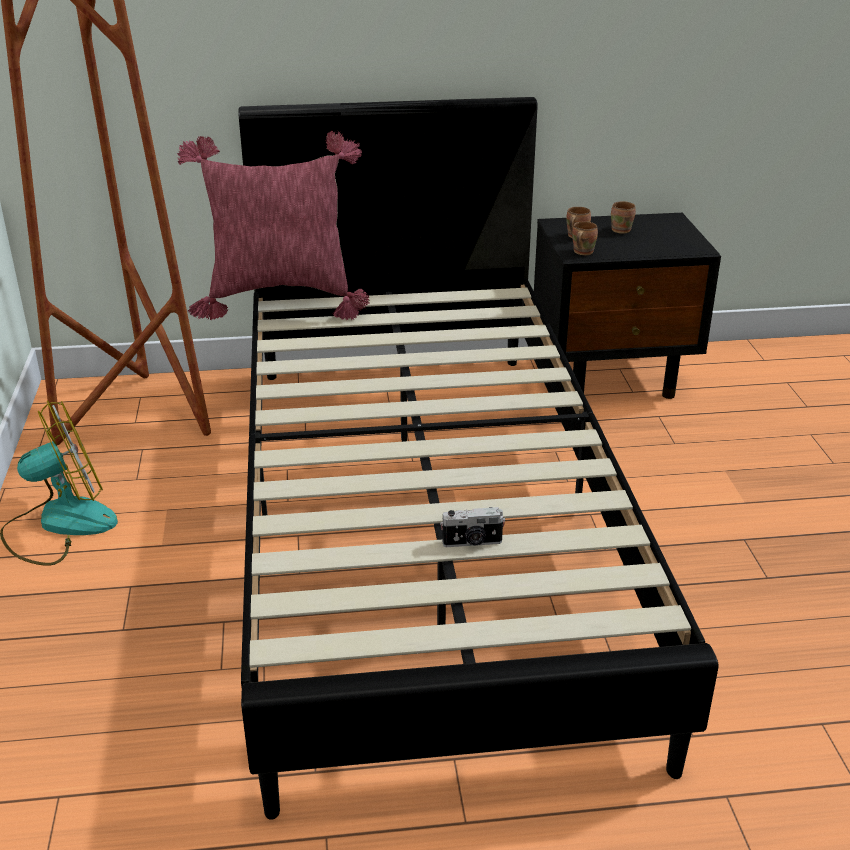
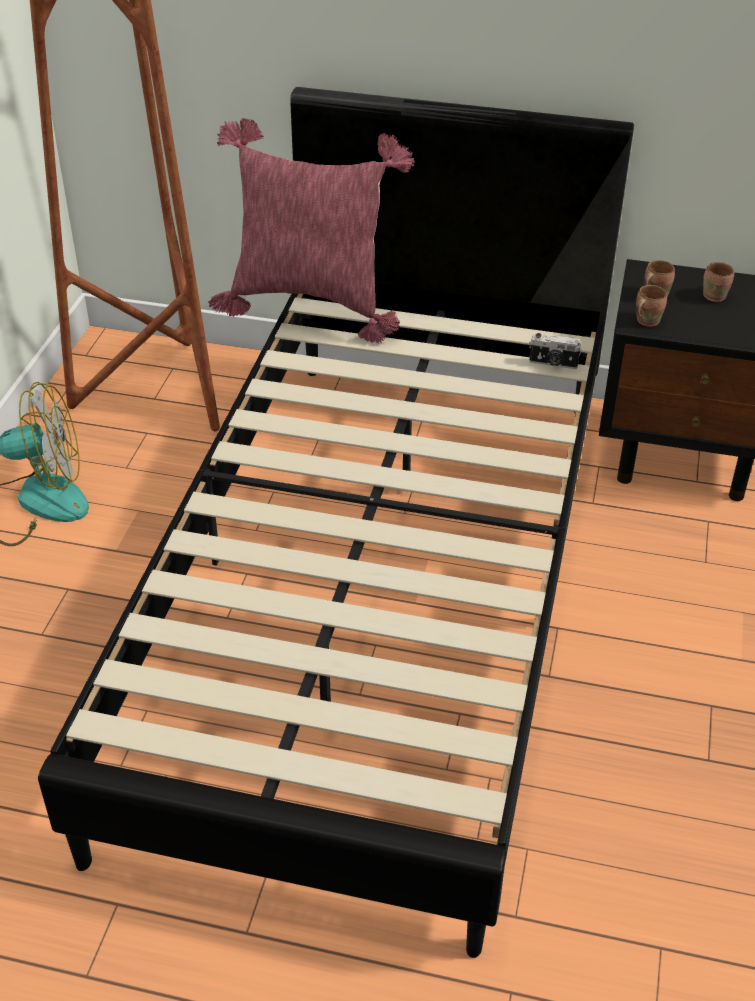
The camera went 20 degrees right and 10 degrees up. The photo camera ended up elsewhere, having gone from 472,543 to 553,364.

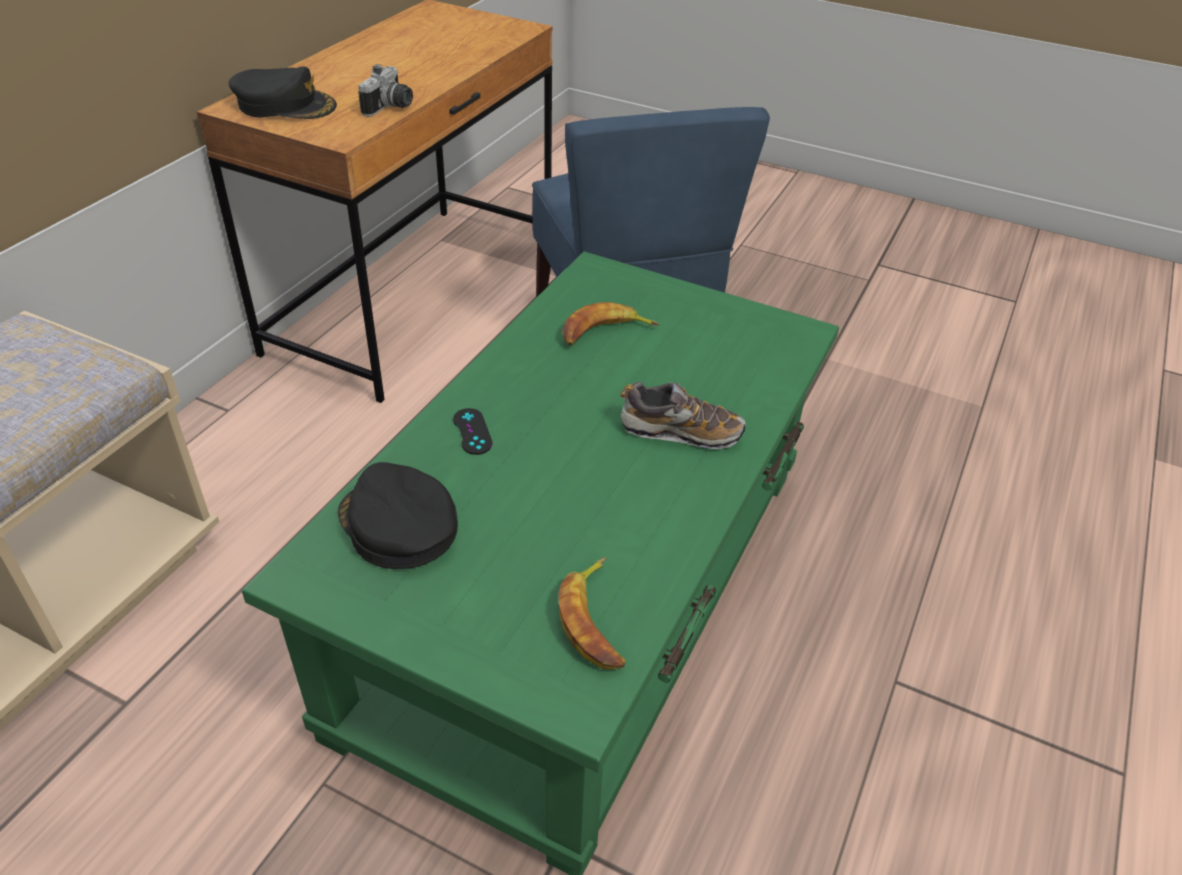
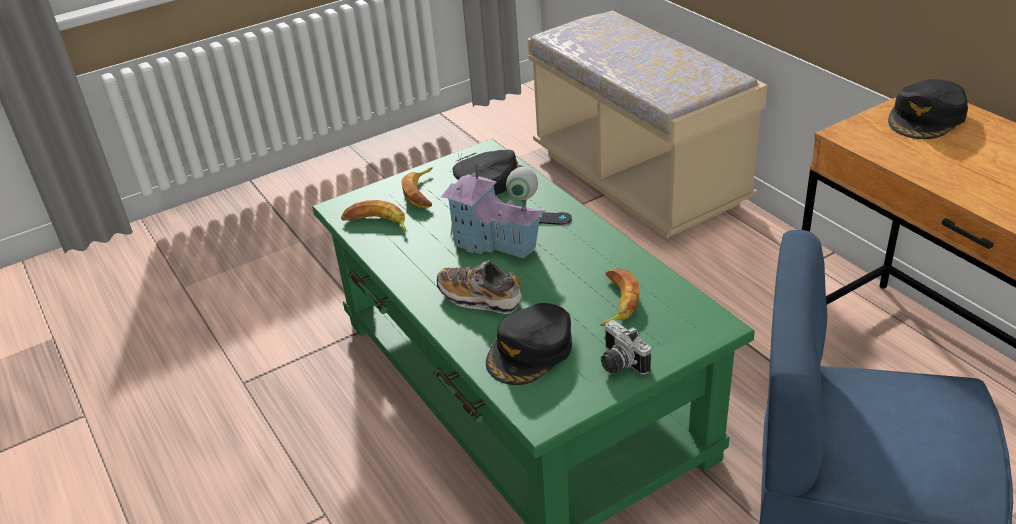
The camera went 125 degrees right and 5 degrees down. The second view gained the banana at 422,192. The item of footwear at 680,432 ended up facing another way, 75 degrees clockwise from before. The second view gained the miniature house at 494,243. The second view gained the blackish cap at 530,351. The photo camera ended up elsewhere, having gone from 391,108 to 618,363.

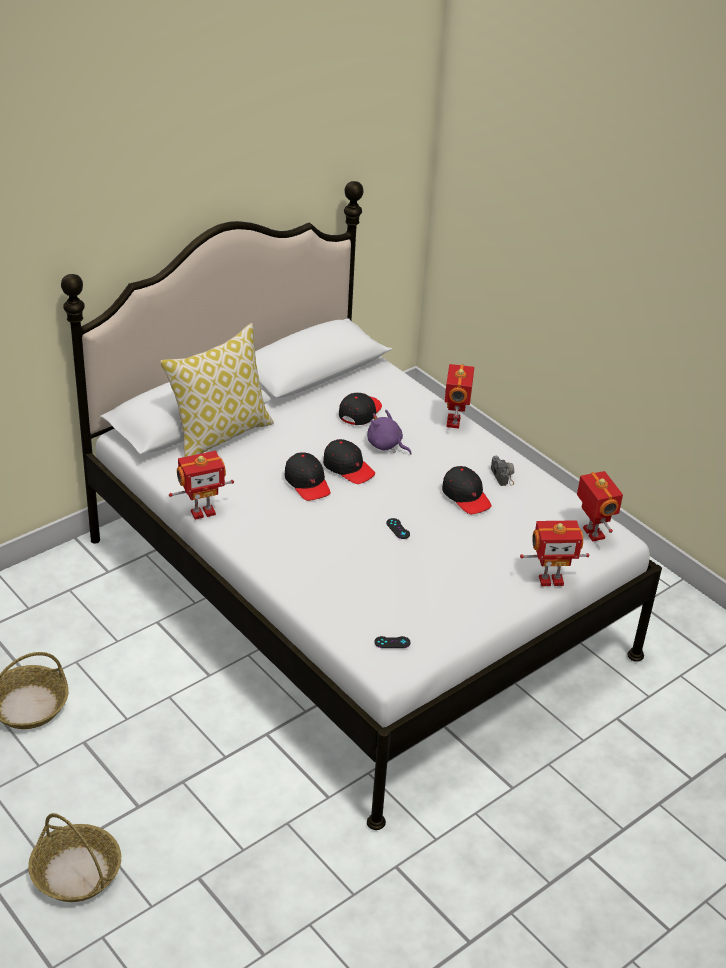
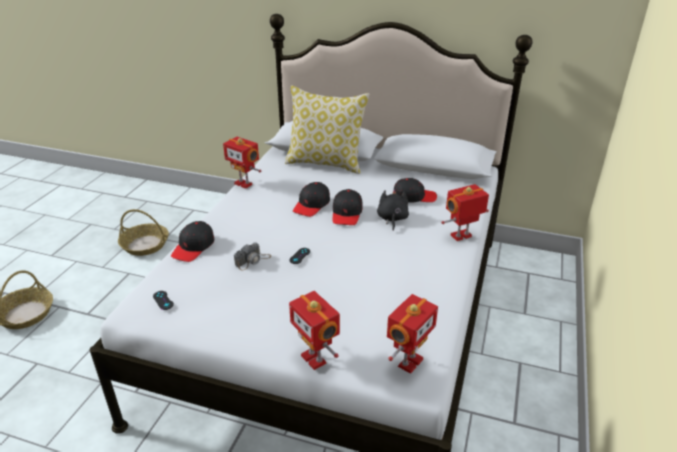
The camera went 60 degrees right and 5 degrees down. The blackish cap ended up elsewhere, having gone from 466,496 to 193,247. The photo camera ended up elsewhere, having gone from 502,473 to 253,260. What was the purple-coloured cuddly toy at 386,445 turned into the blackish cuddly toy at 392,219.

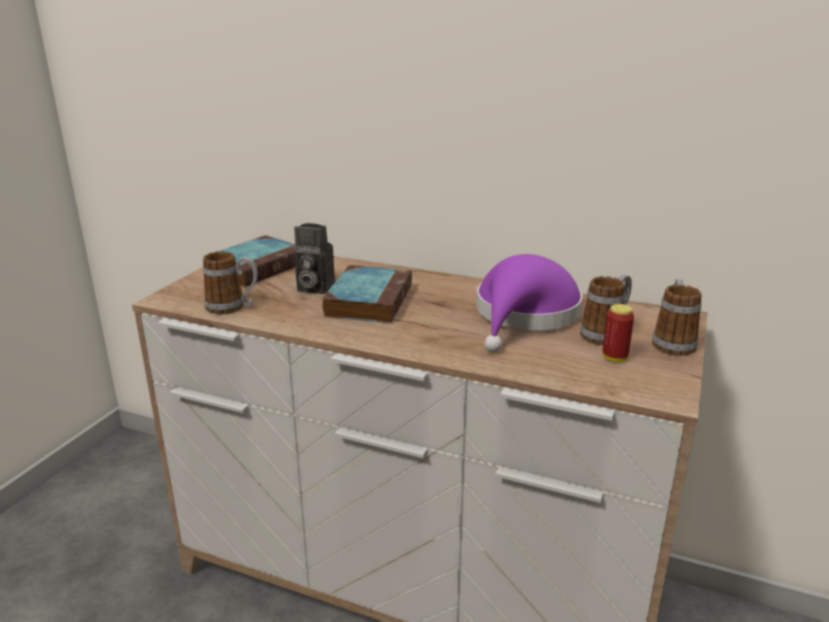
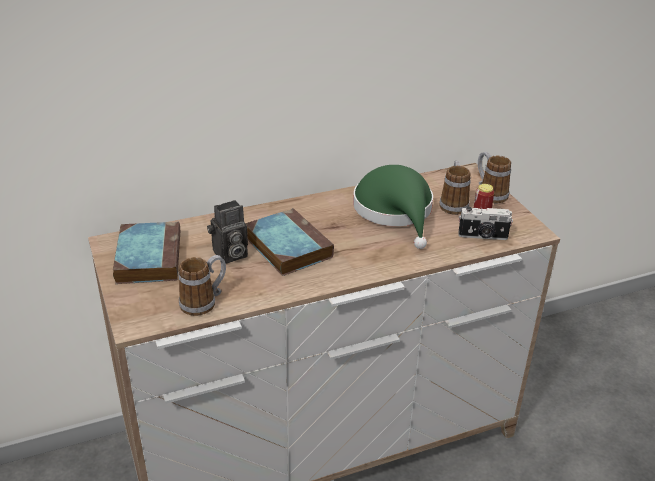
The camera went 45 degrees left and 10 degrees up. What was the purple-coloured clothing hat at 524,316 turned into the greenish clothing hat at 395,211. The second view gained the photo camera at 483,236.

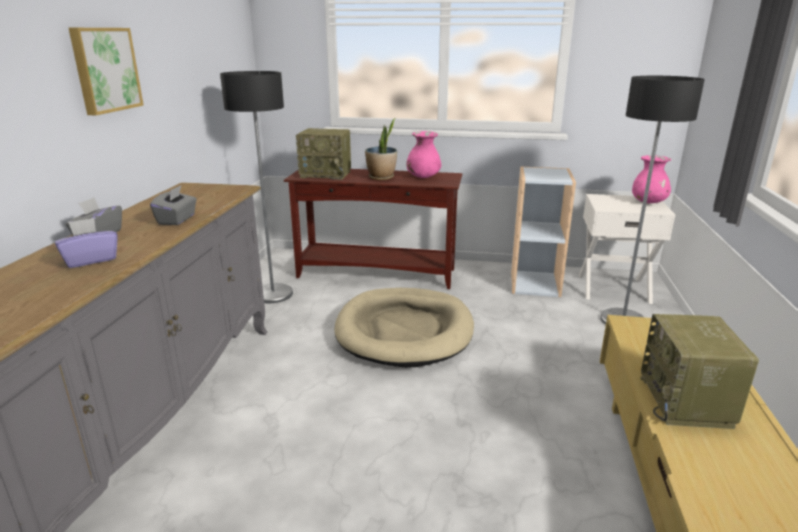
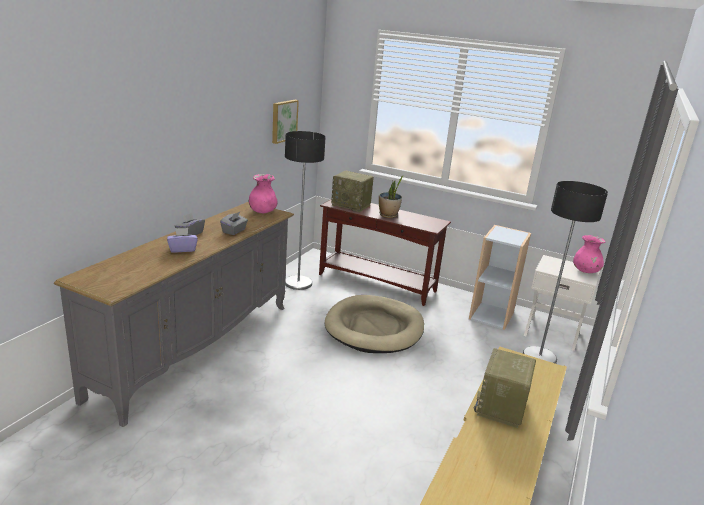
The camera went 15 degrees right and 0 degrees up. The pink decorative vase ended up elsewhere, having gone from 423,177 to 262,212. The wall art ended up elsewhere, having gone from 105,70 to 283,120.

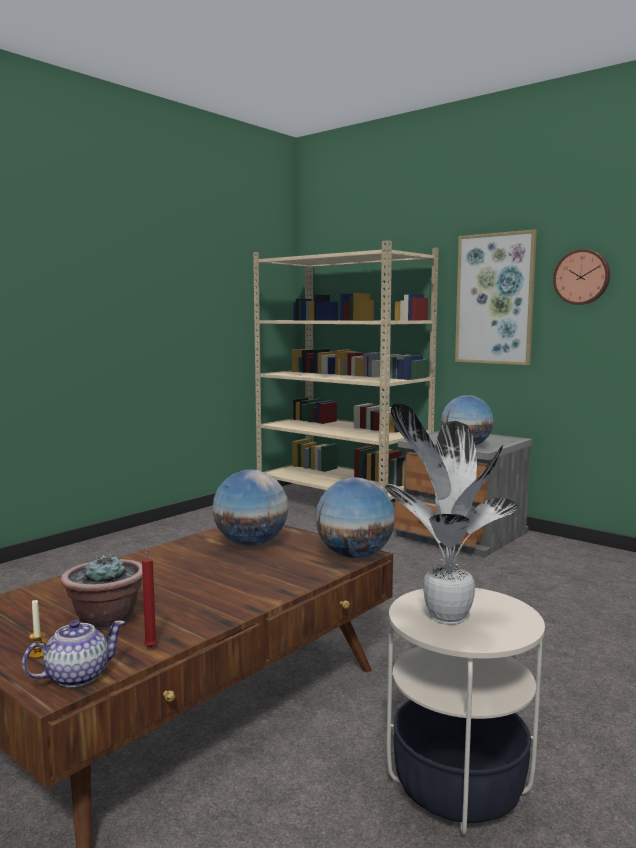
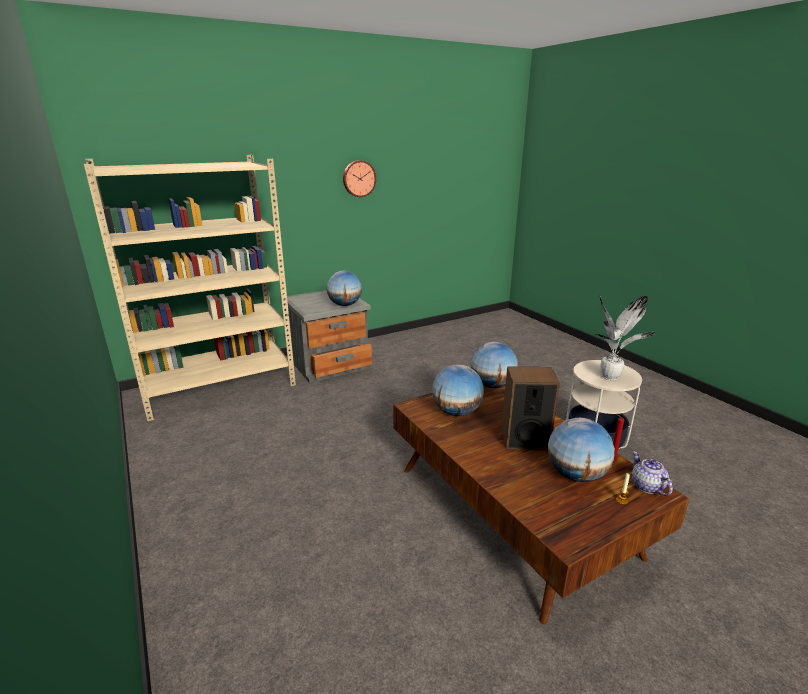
The camera went 70 degrees left and 15 degrees up. The second view gained the audio speaker at 524,440. Where the houseplant stood at 105,620, the world globe came to stand at 575,475. The second view lost the wall art at 495,299.

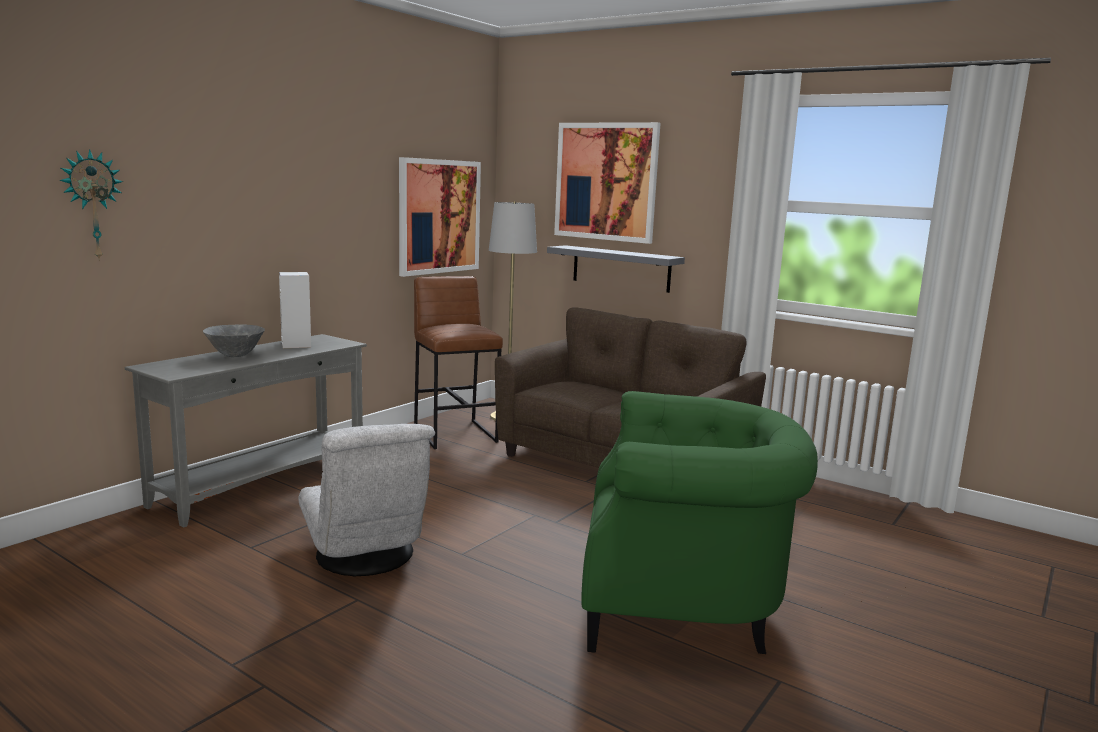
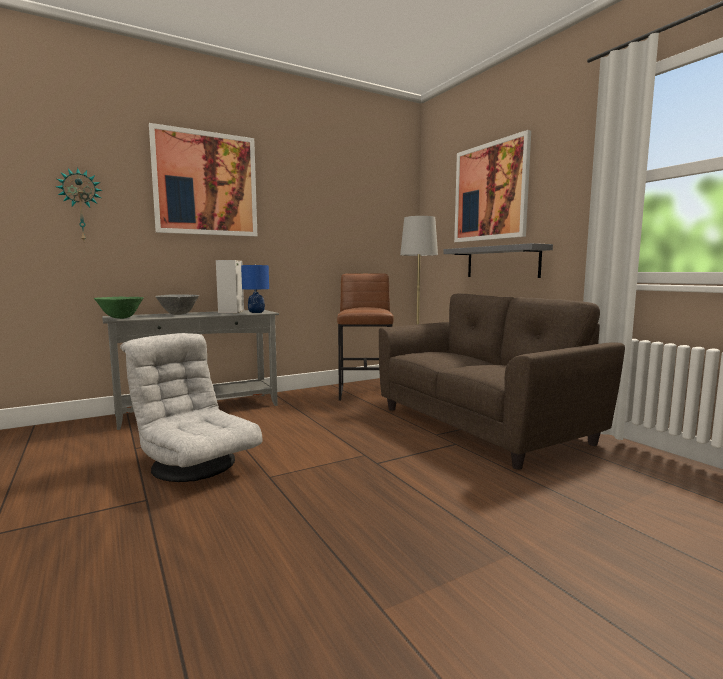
The camera went 25 degrees right and 5 degrees down. The second view gained the greenish serving bowl at 121,318. The greyish easy chair at 362,555 ended up facing another way, 135 degrees clockwise from before. The wall art ended up elsewhere, having gone from 439,216 to 206,184. The second view gained the blue table lamp at 257,312. The second view lost the greenish easy chair at 682,611.

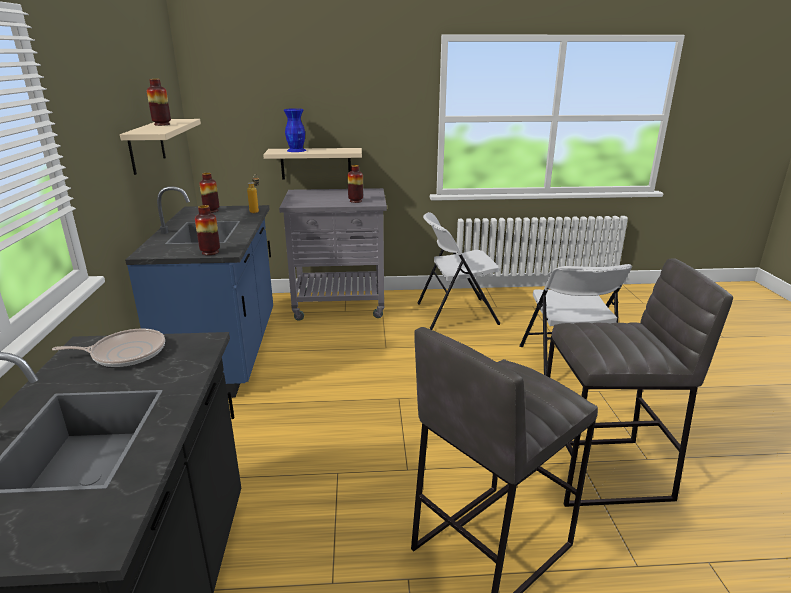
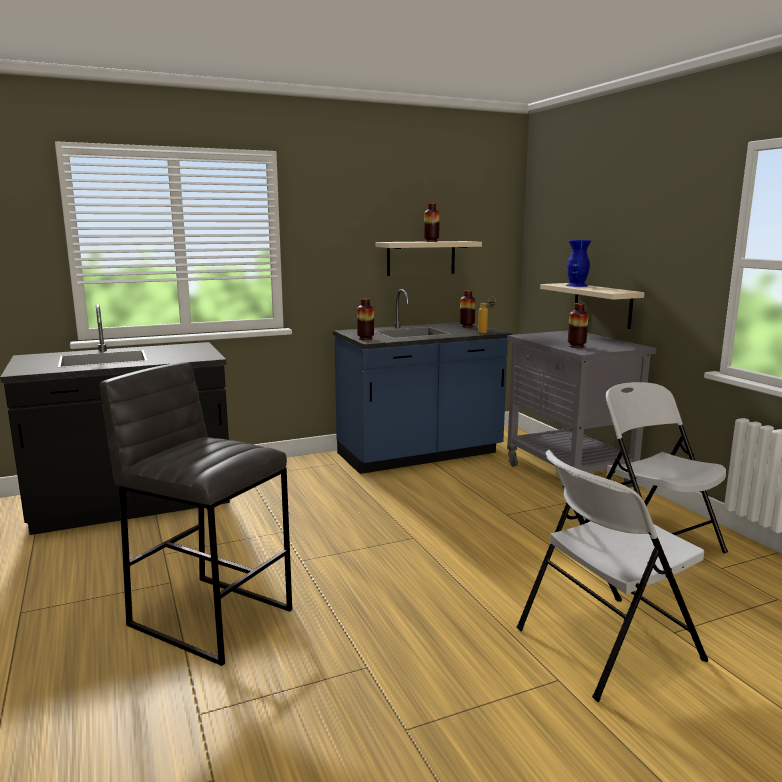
The camera went 70 degrees right and 10 degrees down. The second view lost the skillet at 125,353. The second view lost the greyish stool seat at 603,472.

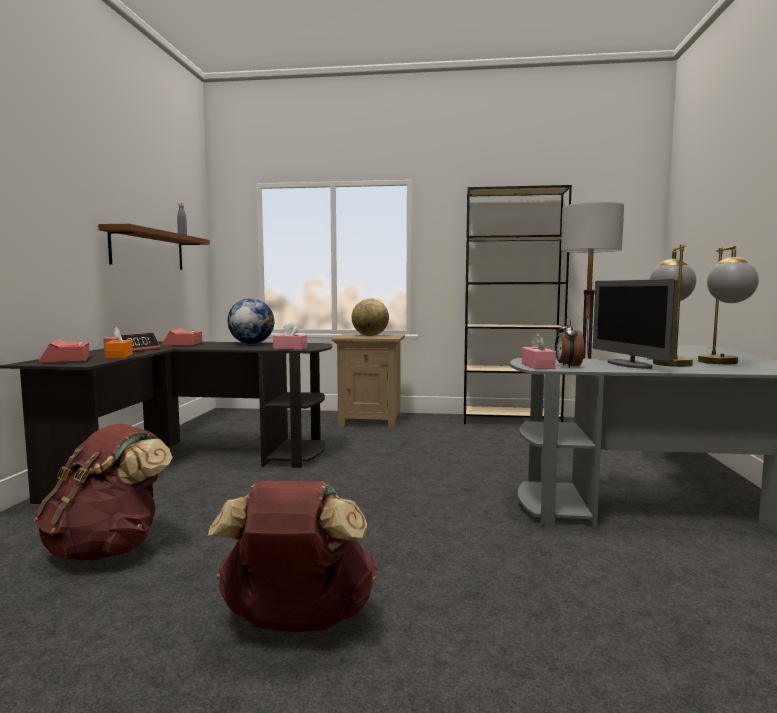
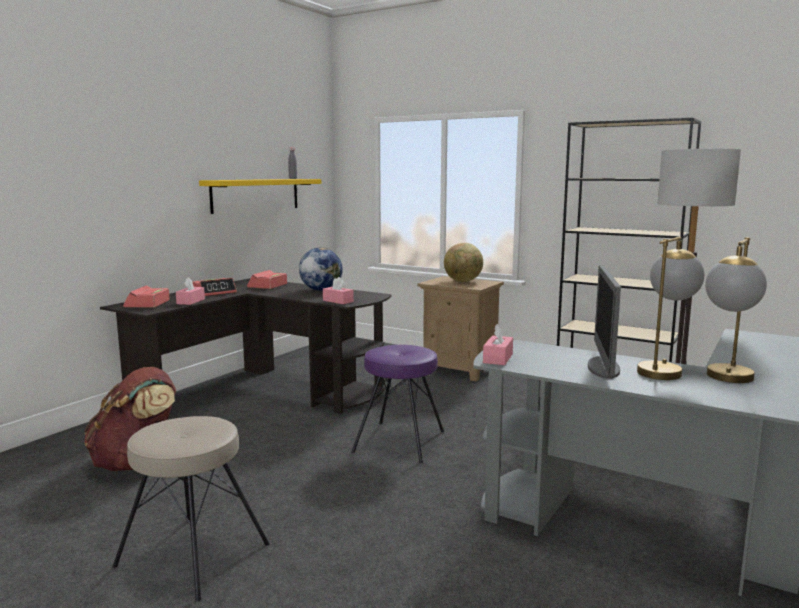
The camera went 25 degrees right and 5 degrees up. Where the brown rucksack stood at 297,623, the sand-coloured stool seat came to stand at 192,556. What was the orange-coloured box of tissues at 119,356 turned into the pink box of tissues at 190,301. What was the brown wall shelf at 148,250 turned into the yellow-coloured wall shelf at 256,195. The second view gained the purple-coloured stool seat at 400,441. The second view lost the alarm clock at 567,366.

